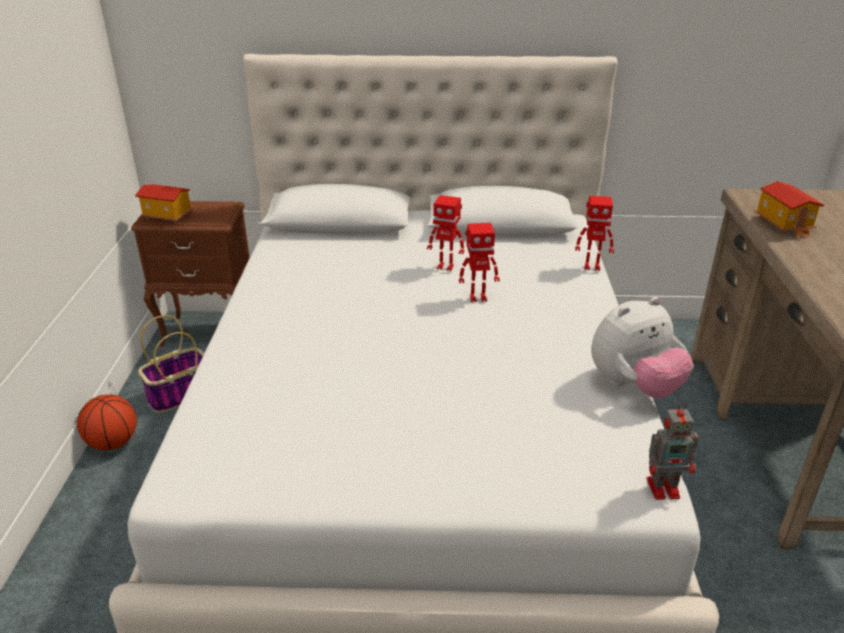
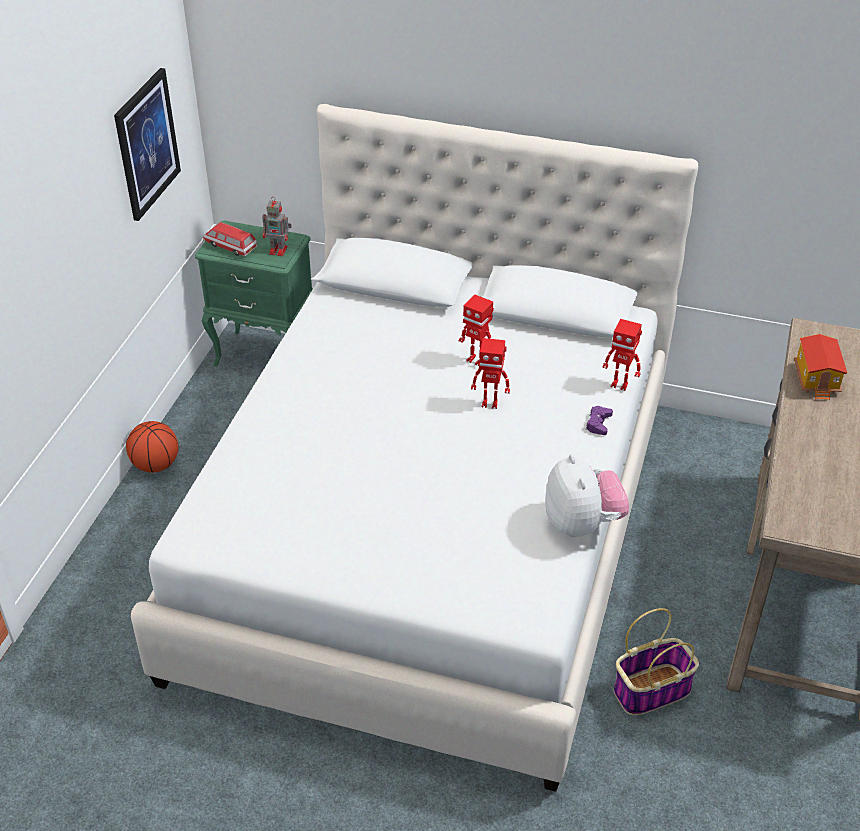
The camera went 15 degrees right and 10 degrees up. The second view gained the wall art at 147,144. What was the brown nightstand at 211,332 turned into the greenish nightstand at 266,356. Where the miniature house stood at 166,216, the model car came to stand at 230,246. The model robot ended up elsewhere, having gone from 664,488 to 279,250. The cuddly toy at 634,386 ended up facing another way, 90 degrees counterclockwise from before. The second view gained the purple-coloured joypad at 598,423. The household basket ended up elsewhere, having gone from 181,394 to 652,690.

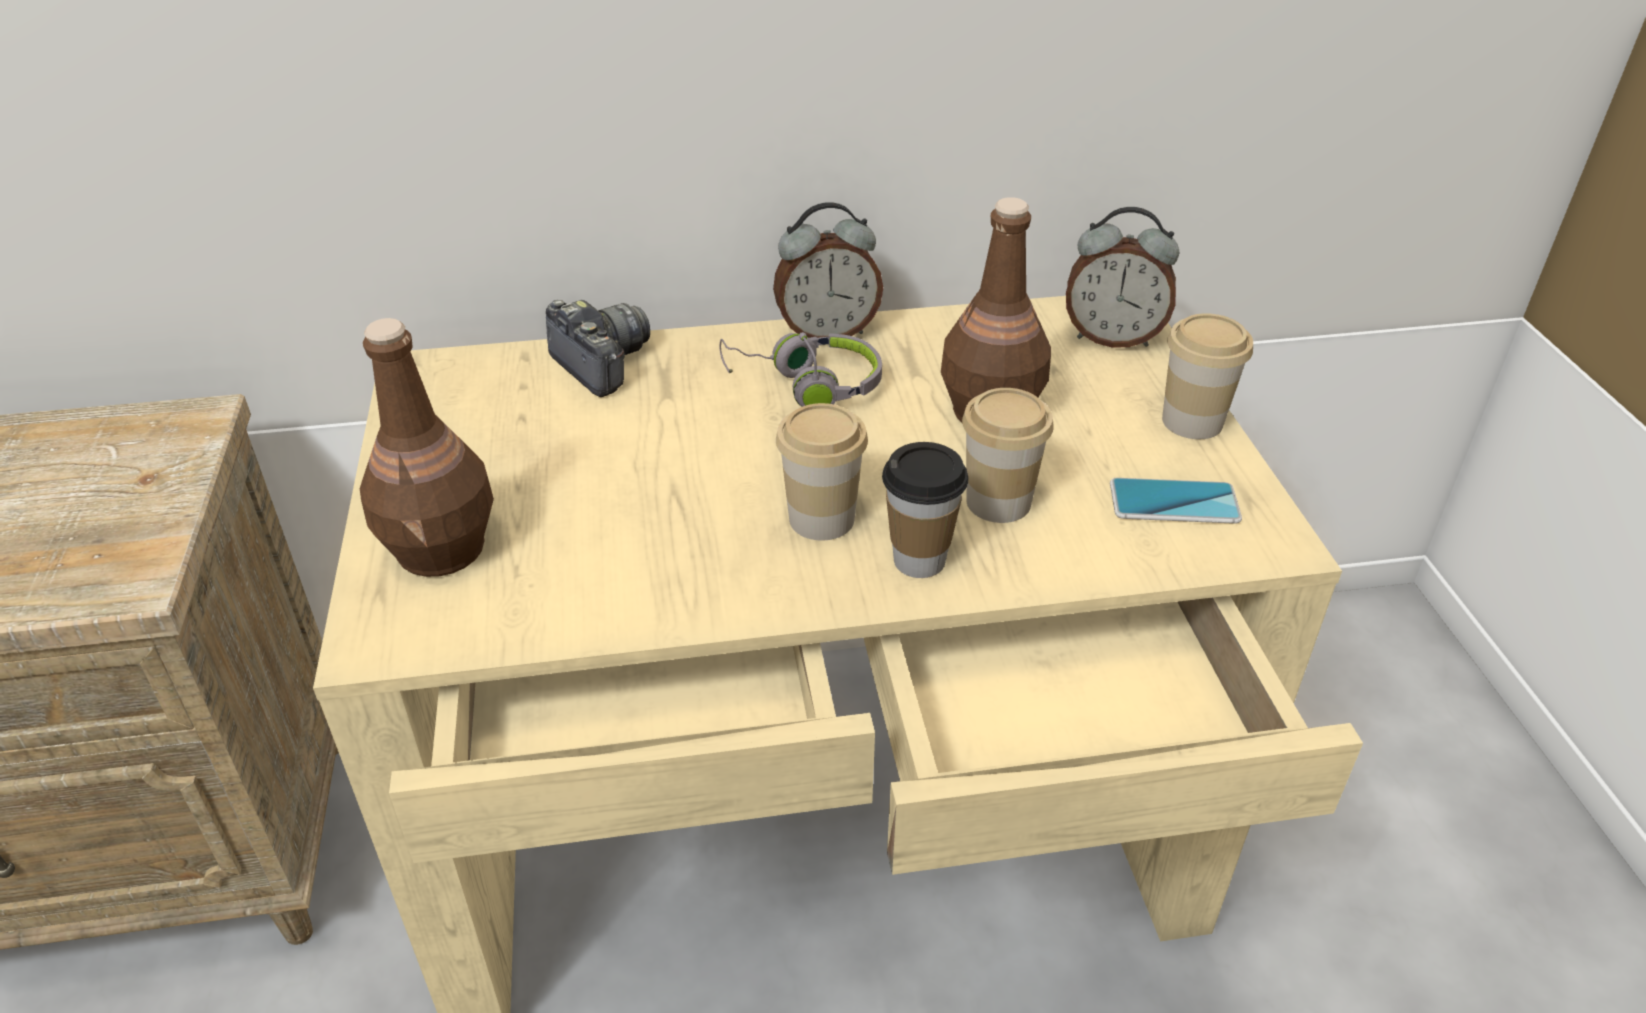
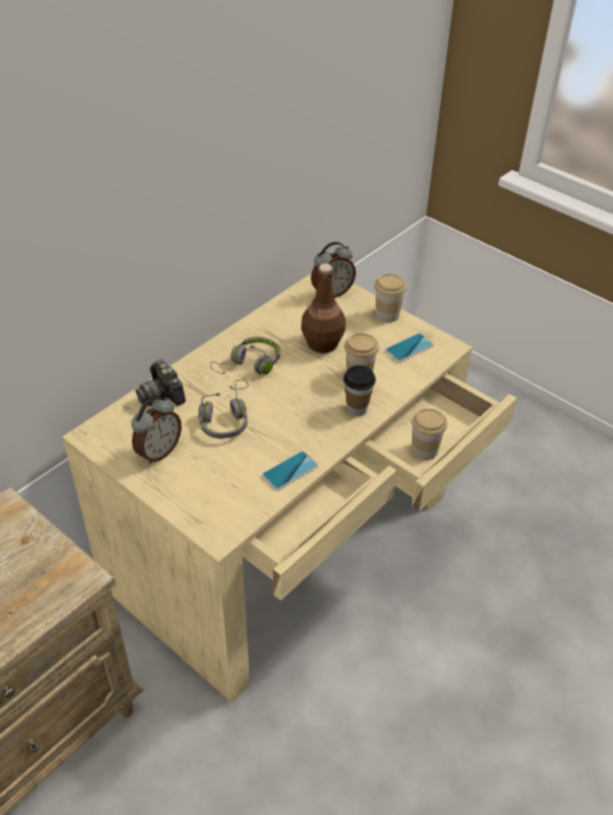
The camera went 40 degrees left and 5 degrees up. The alarm clock ended up elsewhere, having gone from 827,333 to 158,451. The photo camera at 601,364 ended up facing another way, 135 degrees counterclockwise from before. The second view gained the greyish headset at 226,418. The second view gained the phone at 290,471. The small cup ended up elsewhere, having gone from 821,519 to 425,450. The second view lost the brown beverage bottle at 442,549.

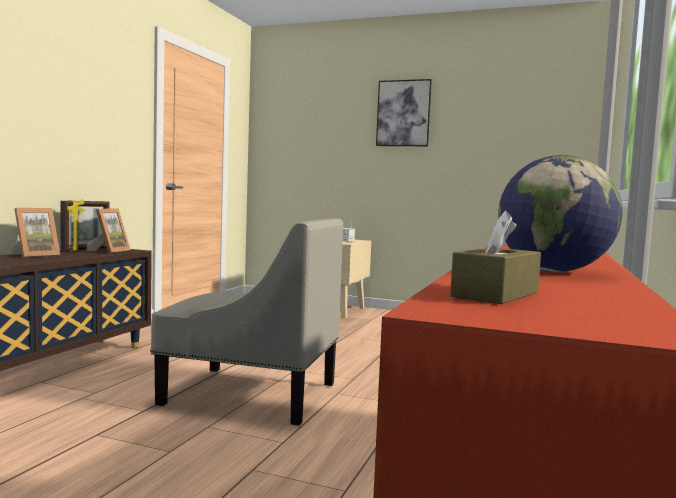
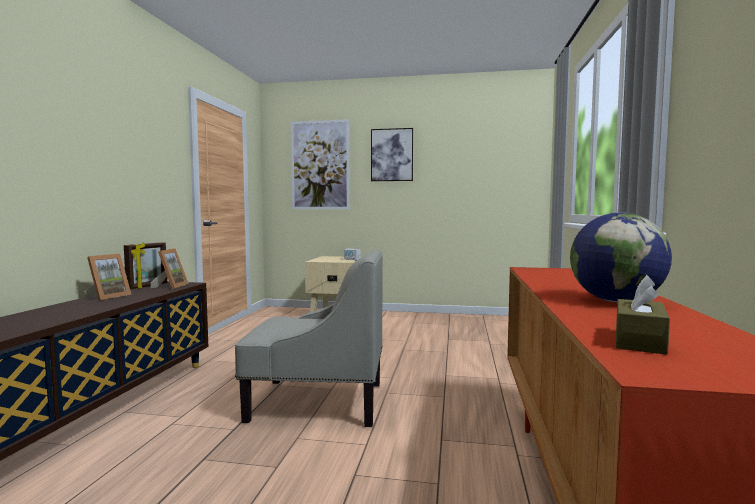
The camera went 10 degrees left and 0 degrees up. The second view gained the wall art at 320,165.

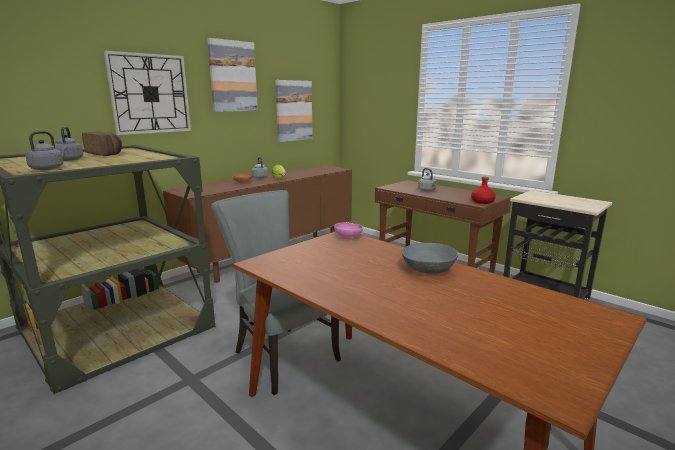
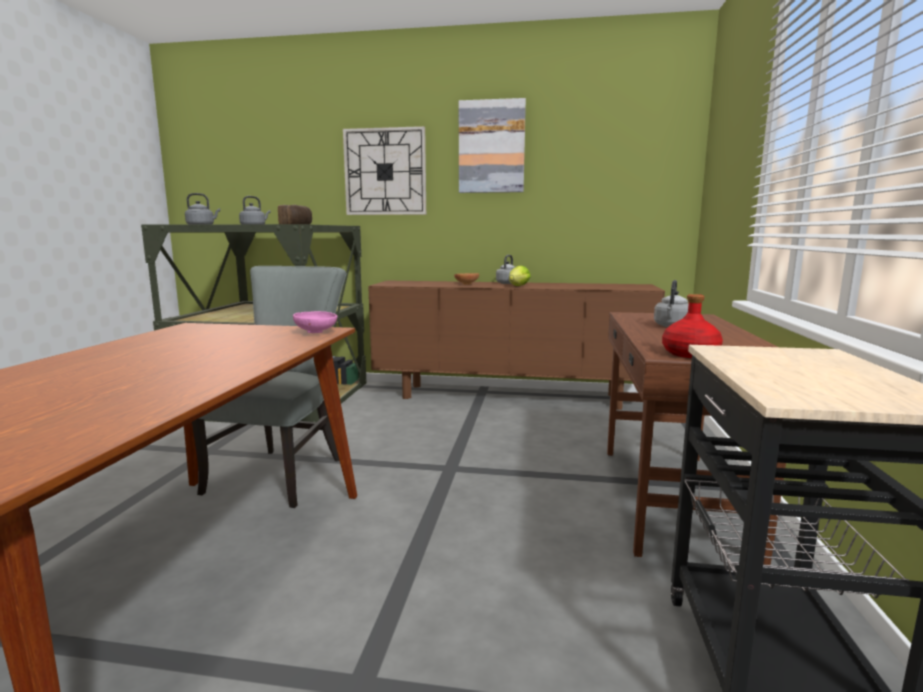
The camera went 55 degrees right and 5 degrees down. The second view lost the wall art at 293,111. The second view lost the greyish serving bowl at 428,269.

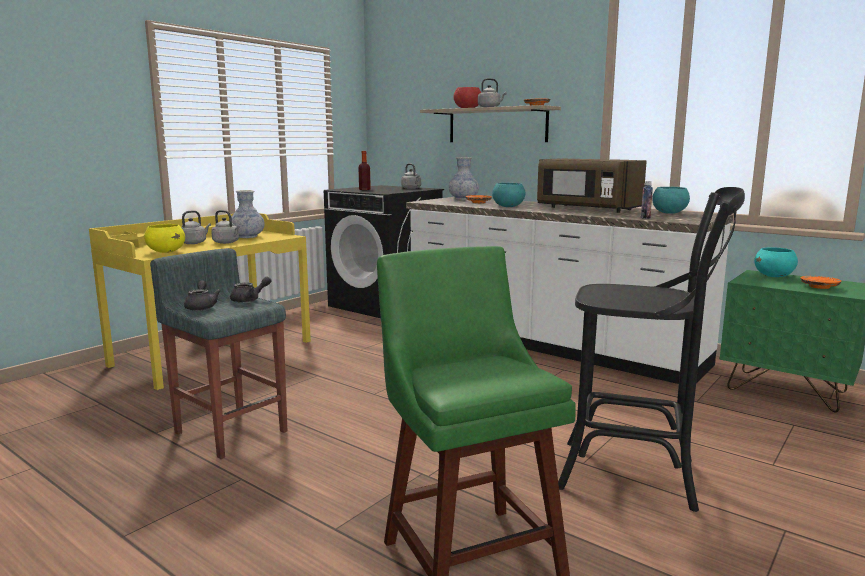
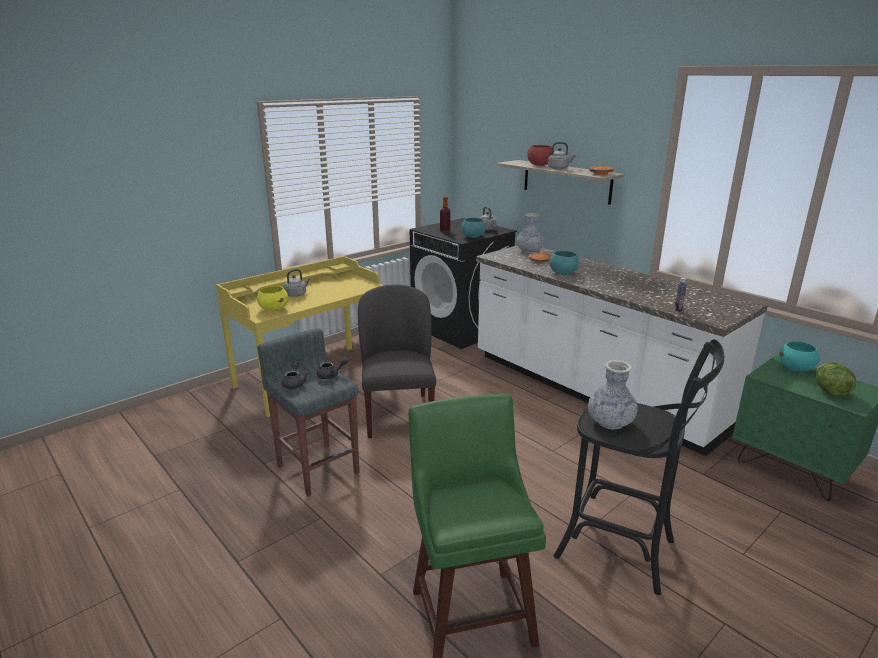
The camera went 10 degrees right and 10 degrees up. The second view gained the greyish upright chair at 398,414. The turquoise-coloured serving bowl ended up elsewhere, having gone from 669,213 to 473,236. The decorative vase ended up elsewhere, having gone from 247,236 to 610,422. Where the orange-coloured dinner plate stood at 819,287, the head of lettuce came to stand at 830,391. The second view lost the greyish water kettle at 227,242. The second view lost the brown kitchen microwave at 586,209.

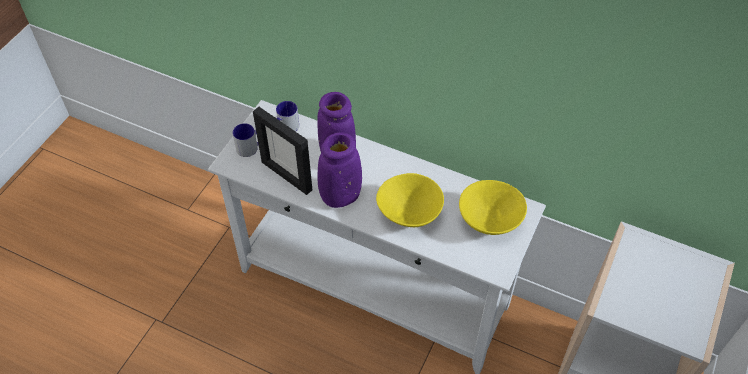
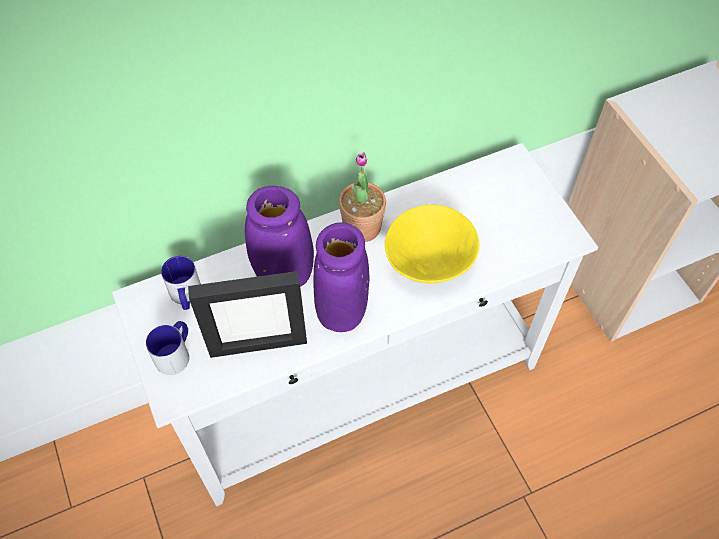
The camera went 50 degrees left and 5 degrees up. The second view gained the houseplant at 362,227. The second view lost the yellow-coloured serving bowl at 490,221.

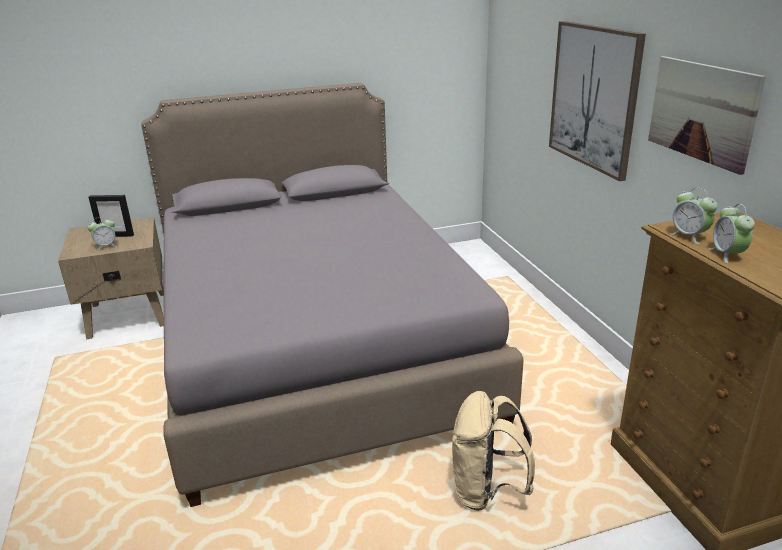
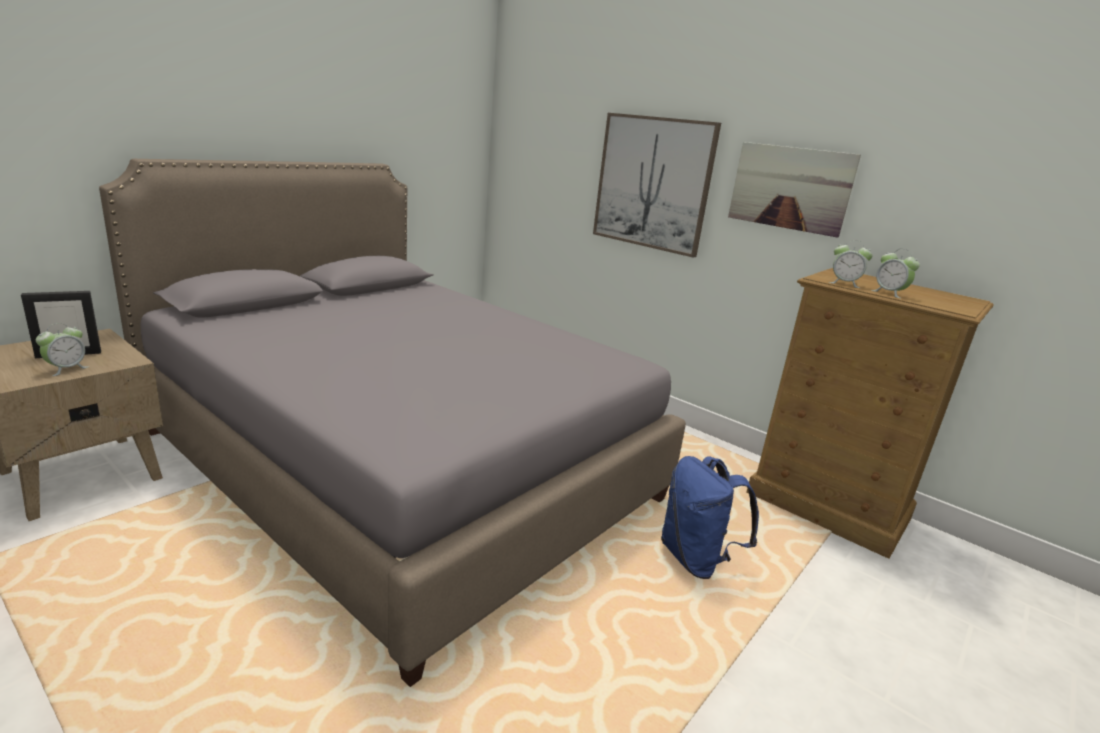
The camera went 35 degrees left and 5 degrees down. What was the sand-coloured rucksack at 487,491 turned into the blue rucksack at 696,559.

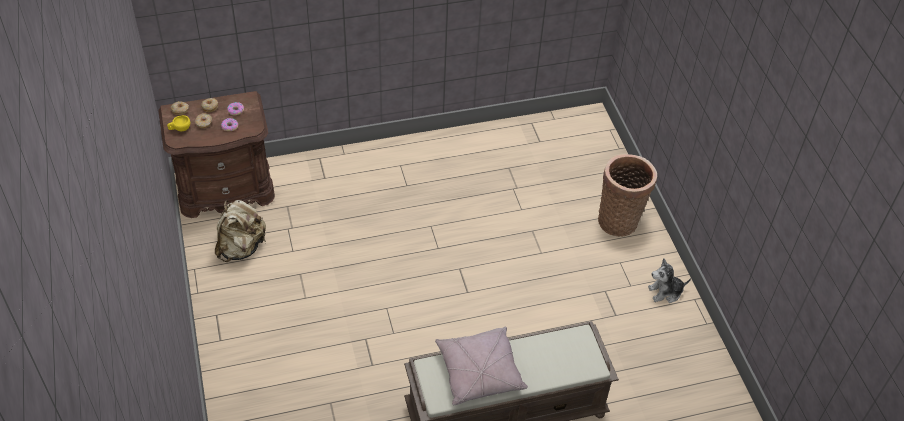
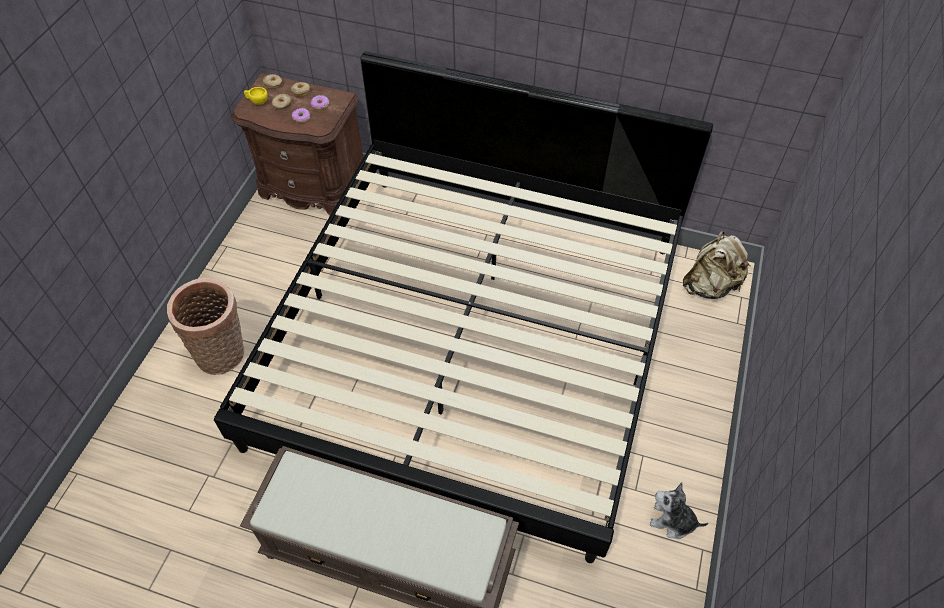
The camera went 35 degrees right and 5 degrees up. The household basket ended up elsewhere, having gone from 619,219 to 224,353. The second view gained the bed at 472,340. The sand-coloured rucksack ended up elsewhere, having gone from 241,247 to 710,286. The second view lost the purple-coloured throw pillow at 479,372.

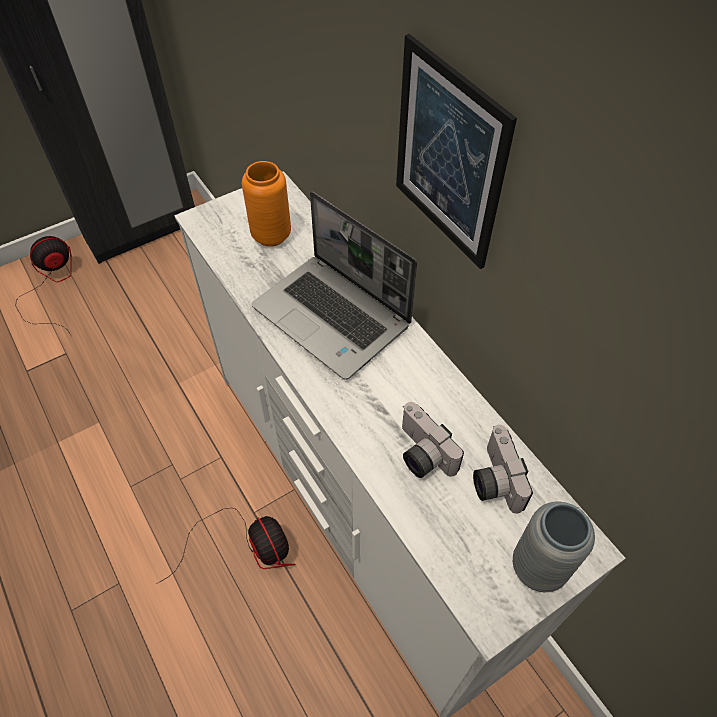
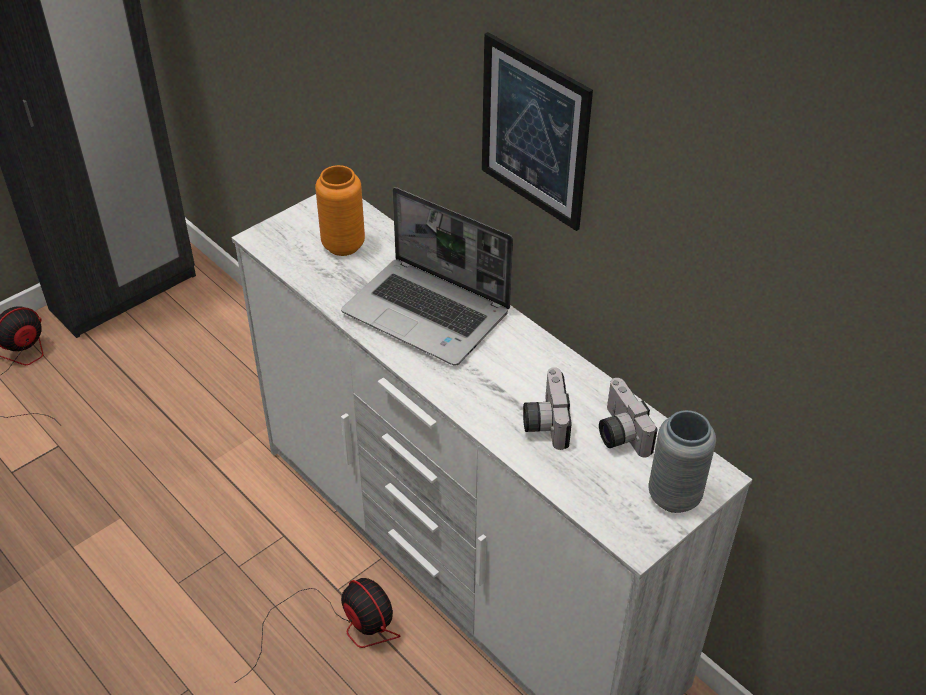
The camera went 10 degrees left and 10 degrees down. The photo camera at 420,454 ended up facing another way, 45 degrees clockwise from before.

